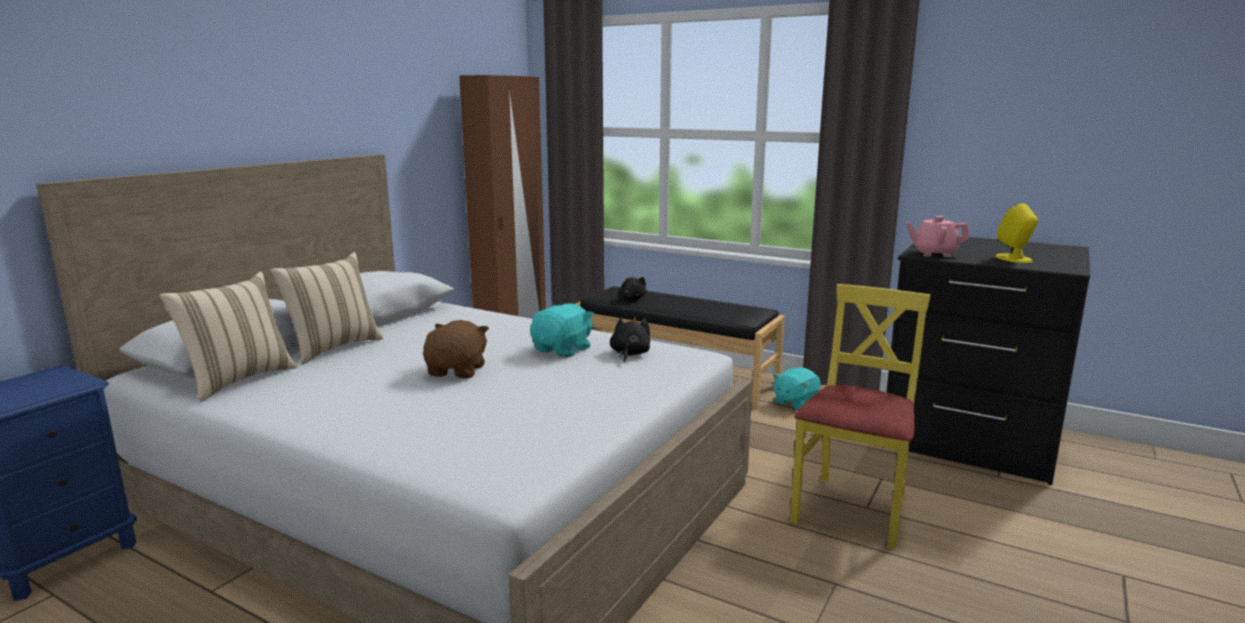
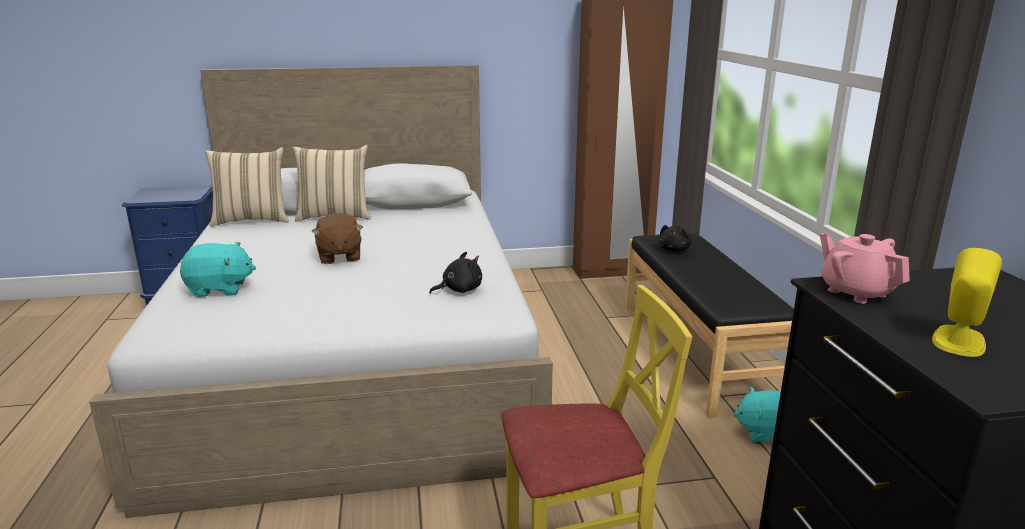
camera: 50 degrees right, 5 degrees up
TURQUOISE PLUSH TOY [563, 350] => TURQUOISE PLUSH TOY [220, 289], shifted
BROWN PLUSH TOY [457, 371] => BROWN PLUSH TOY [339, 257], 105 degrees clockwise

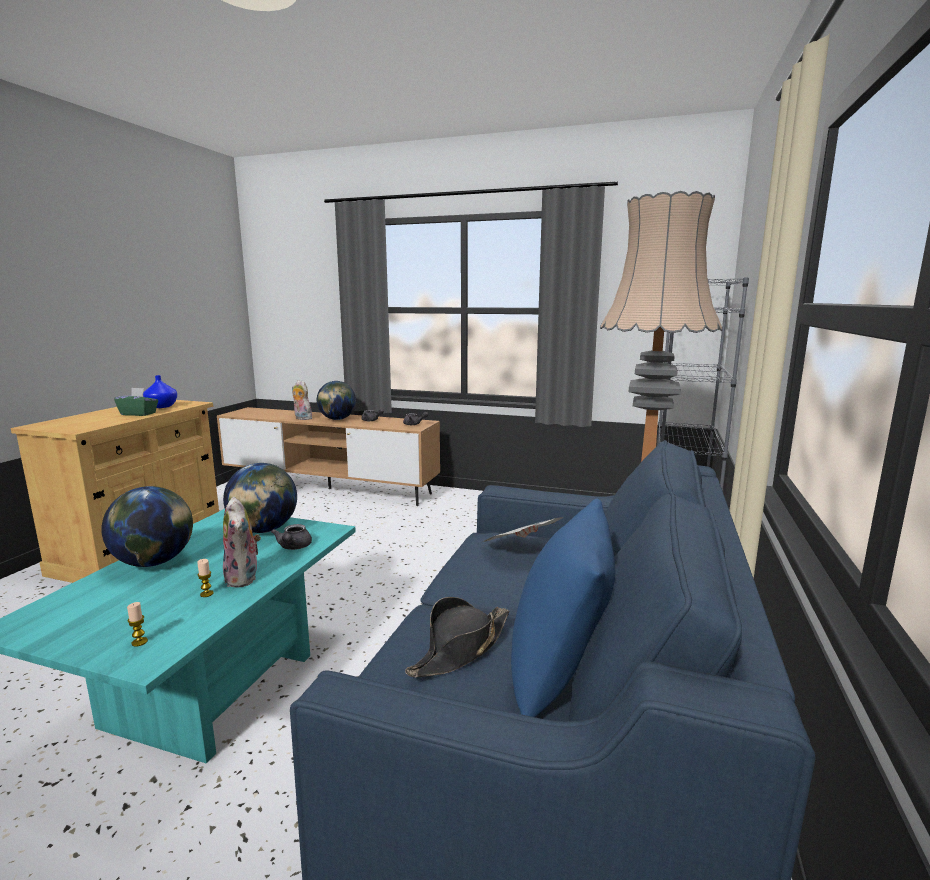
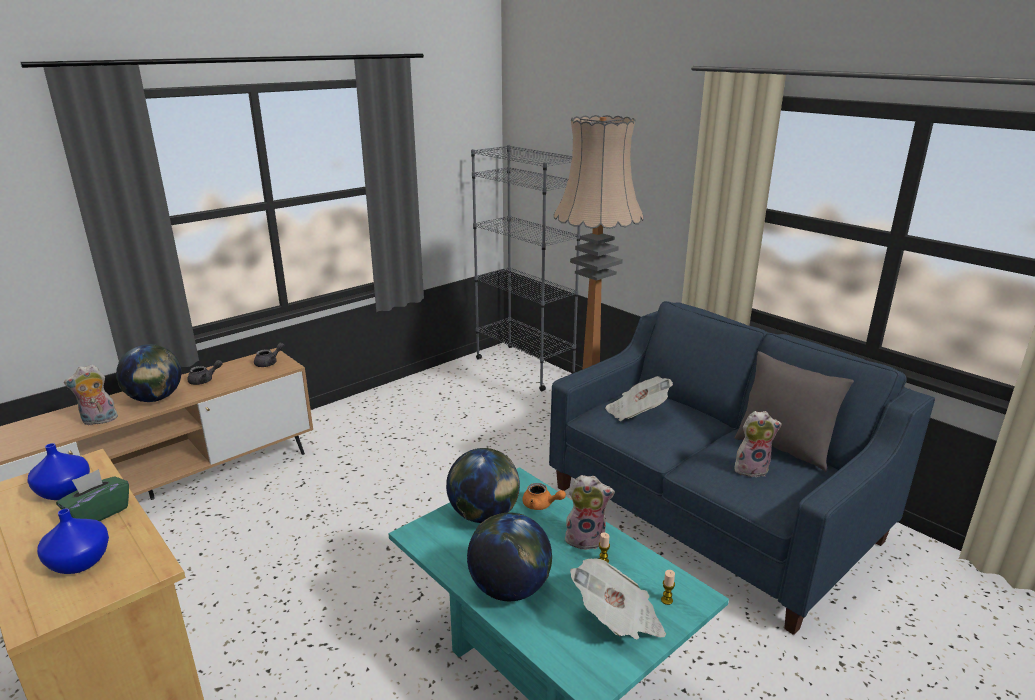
camera: 60 degrees left, 10 degrees up
BLUE PILLOW [559, 672] => GREY PILLOW [783, 448]
GREY TEAPOT [293, 547] => ORANGE TEAPOT [541, 505]
BLACK HAT [461, 649] => PLUSH TOY [751, 468]
nothing => BLUE VASE [80, 563]
nothing => NEWSPAPER [617, 619]

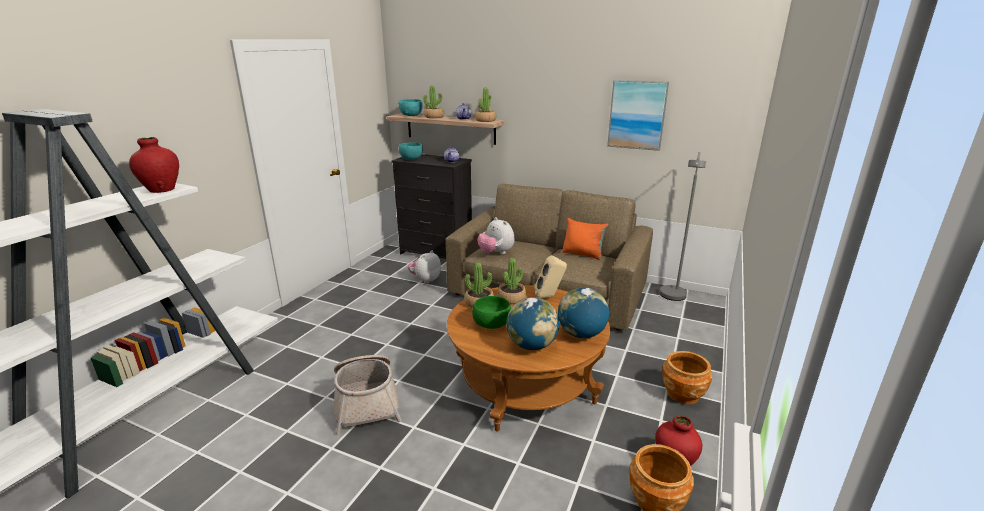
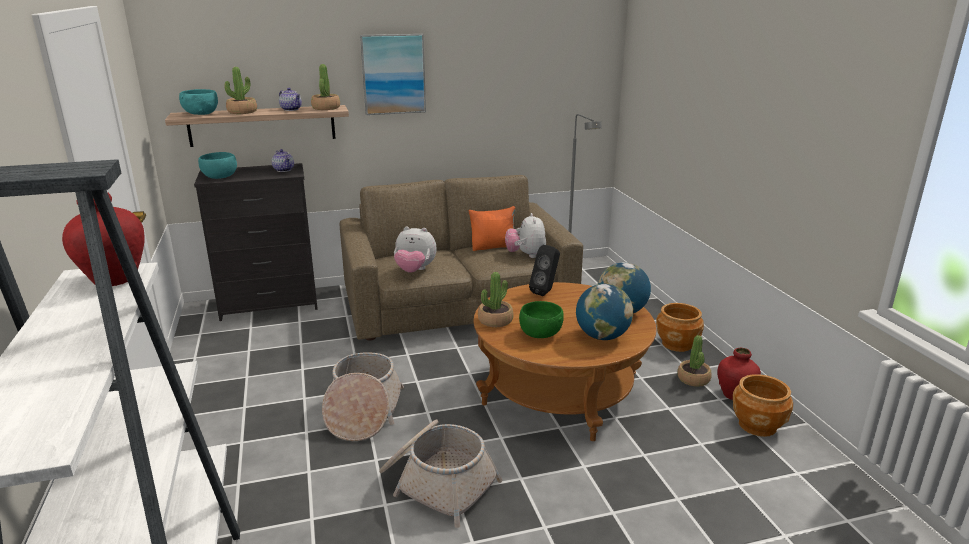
camera: 40 degrees left, 0 degrees up
PICTURE [637, 115] => PICTURE [393, 74], shifted
PLUSH TOY [425, 280] => PLUSH TOY [526, 255], shifted
BEIGE SPEAKER [549, 297] => BLACK SPEAKER [545, 292]
POTTED PLANT [511, 299] => POTTED PLANT [693, 379], shifted
nothing => BASKET [363, 412]

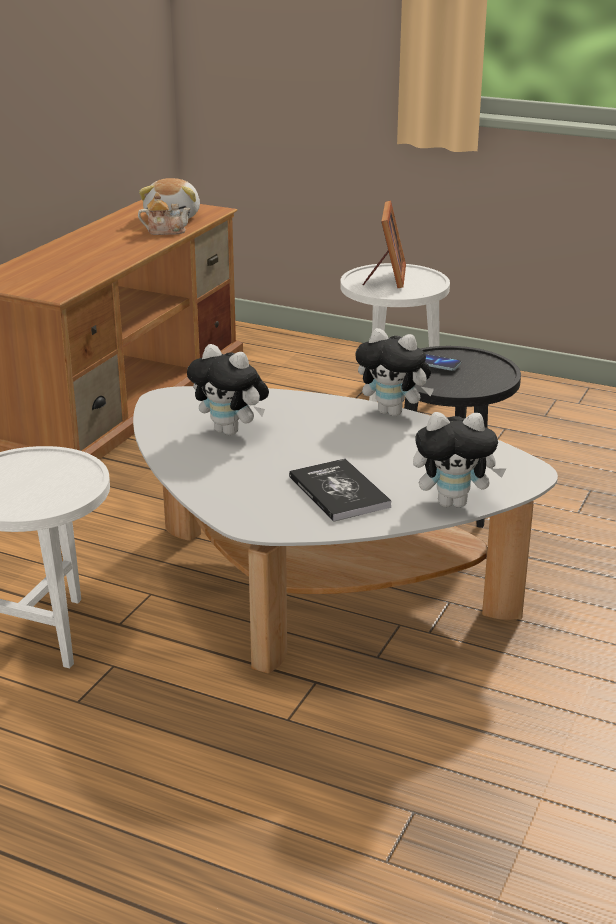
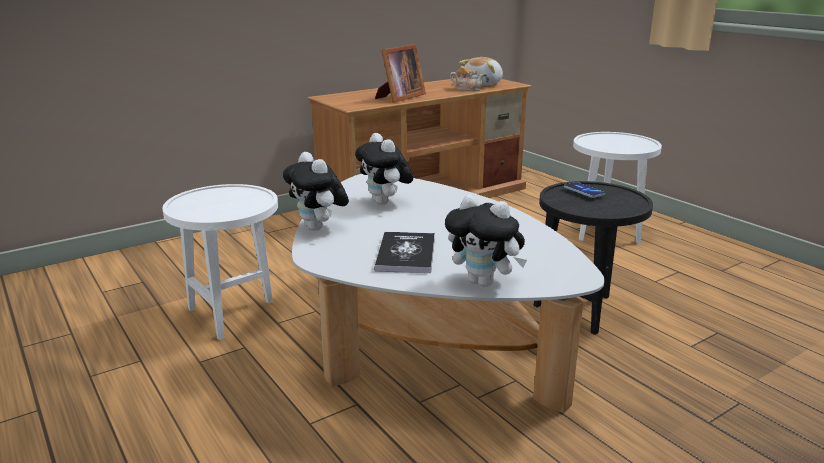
camera: 30 degrees right, 5 degrees down
PICTURE FRAME [386, 277] => PICTURE FRAME [399, 97], shifted
PLUSH TOY [393, 412] => PLUSH TOY [318, 228], shifted

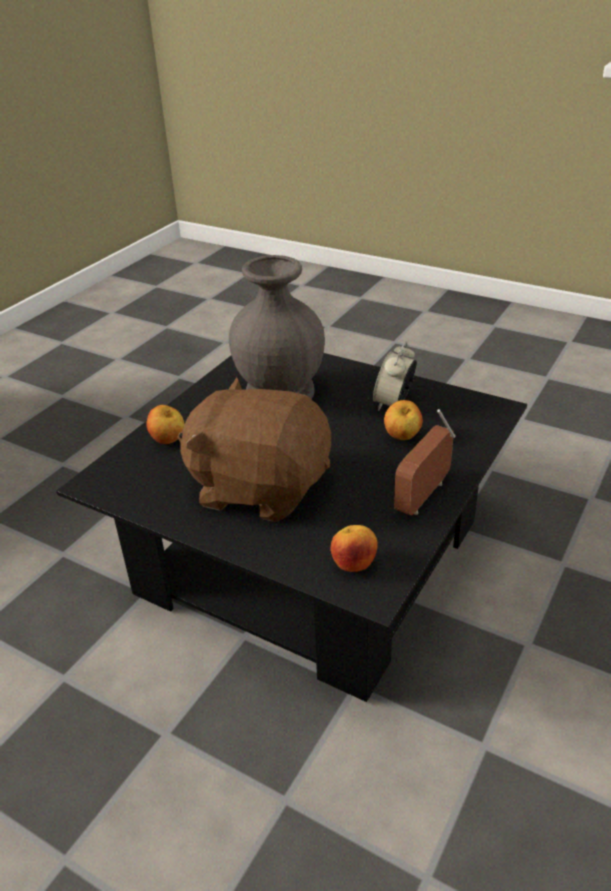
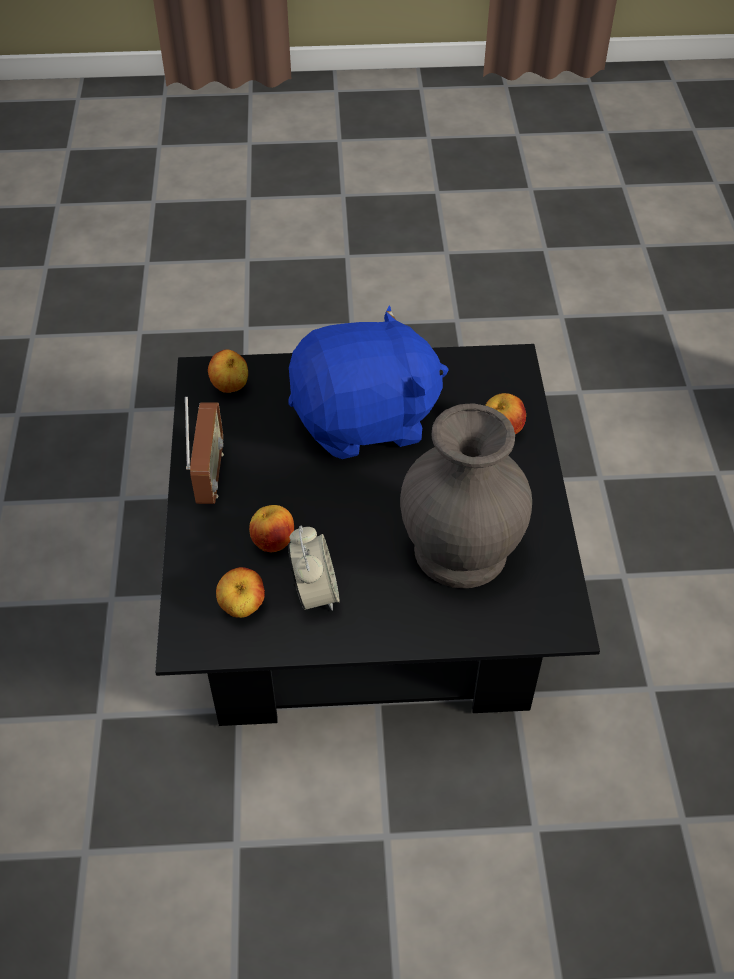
camera: 145 degrees right, 15 degrees up
BROWN PLUSH TOY [259, 487] => BLUE PLUSH TOY [365, 420]
nothing => APPLE [242, 607]

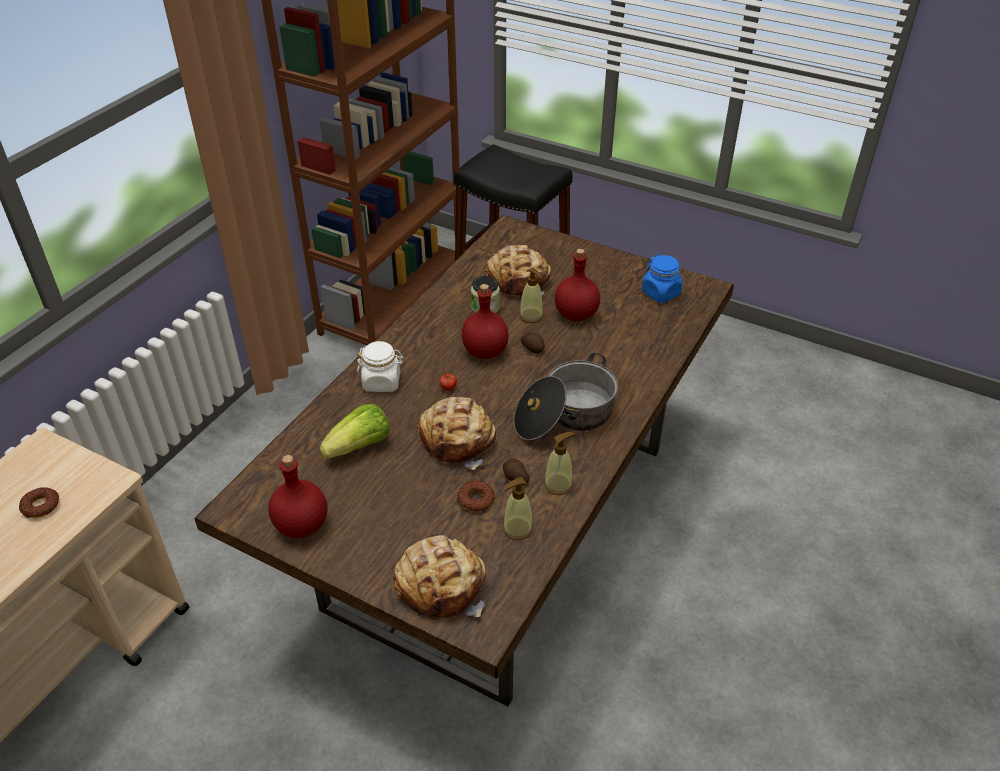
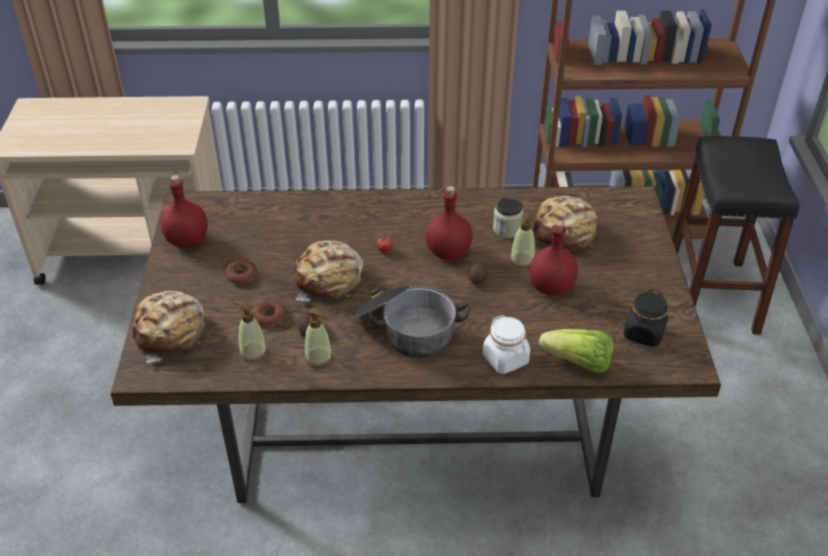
camera: 60 degrees right, 0 degrees up
BLUE JAR [661, 293] => BLACK JAR [644, 333]
WHITE JAR [382, 382] => WHITE JAR [505, 359], shifted
LETTUCE [360, 446] => LETTUCE [578, 363], shifted
DONUT [41, 506] => DONUT [241, 275], shifted

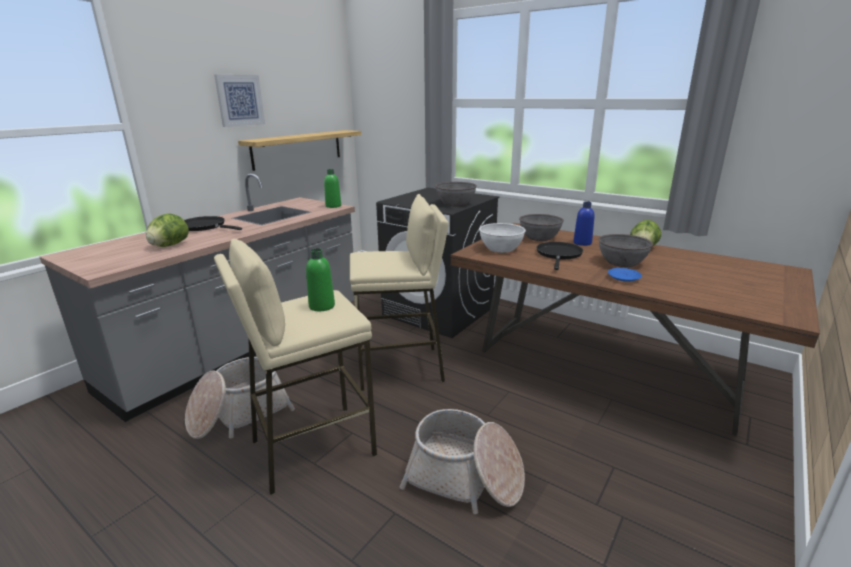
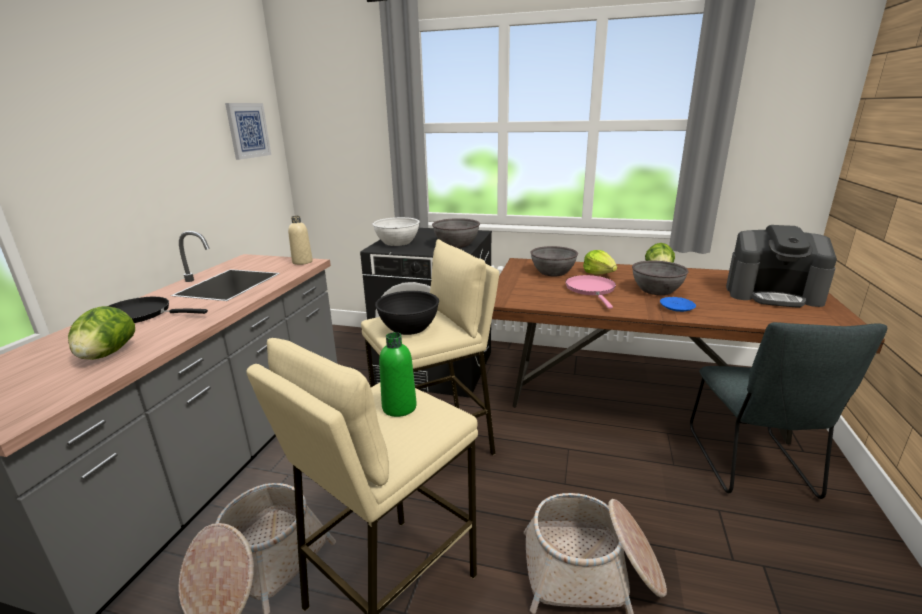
camera: 20 degrees left, 0 degrees up
PICTURE [239, 100] => PICTURE [248, 130], shifted
SHELF [298, 149] => nothing
GREEN BOTTLE [333, 206] => BEIGE BOTTLE [302, 262]
BLUE BOTTLE [582, 243] => LETTUCE [599, 273]
WHITE BOWL [501, 249] => WHITE BOWL [397, 243], shifted
BLACK FRYING PAN [558, 255] => PINK FRYING PAN [591, 290]
nothing => COFFEE MACHINE [773, 294]
nothing => BLACK BOWL [409, 328]
nothing => GREY CHAIR [752, 465]

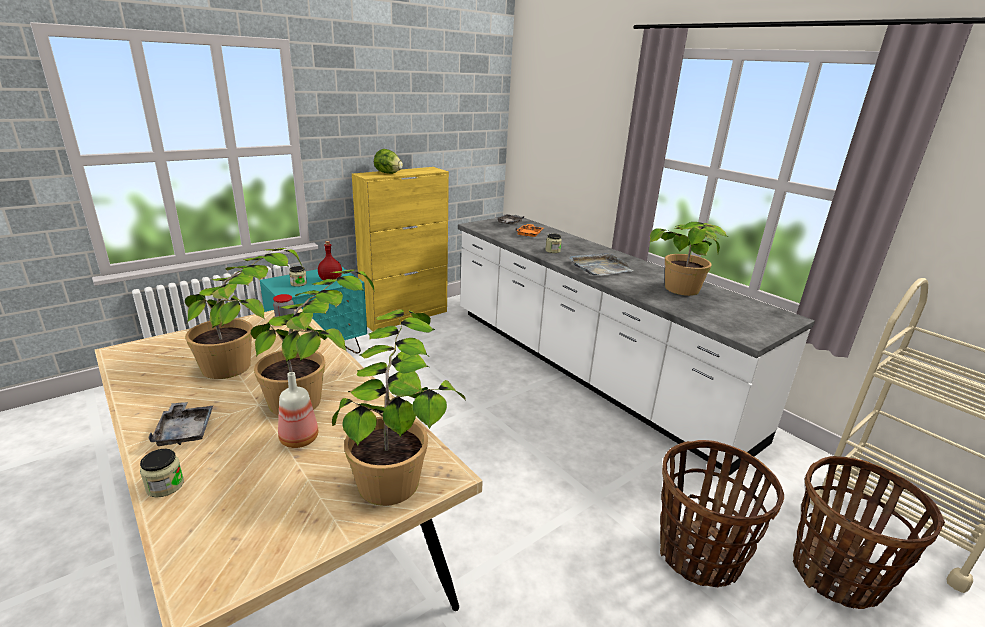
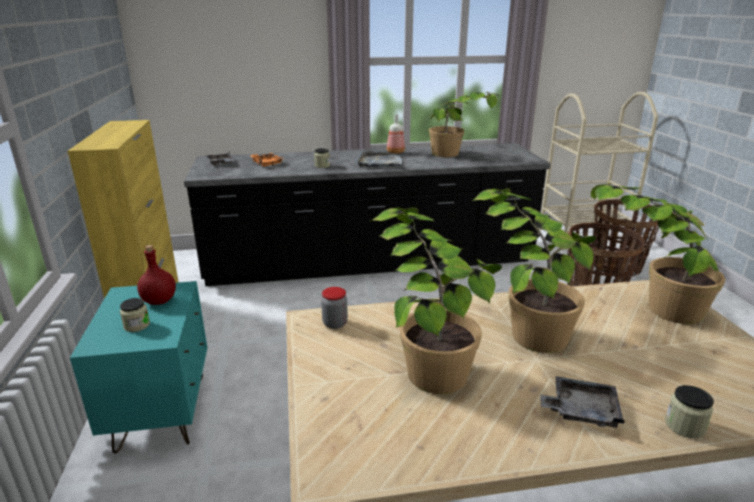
camera: 60 degrees left, 0 degrees up
LETTUCE [388, 173] => nothing
WHITE COUNTER [586, 369] => BLACK COUNTER [370, 262]
BOTTLE [298, 439] => BOTTLE [395, 152], shifted

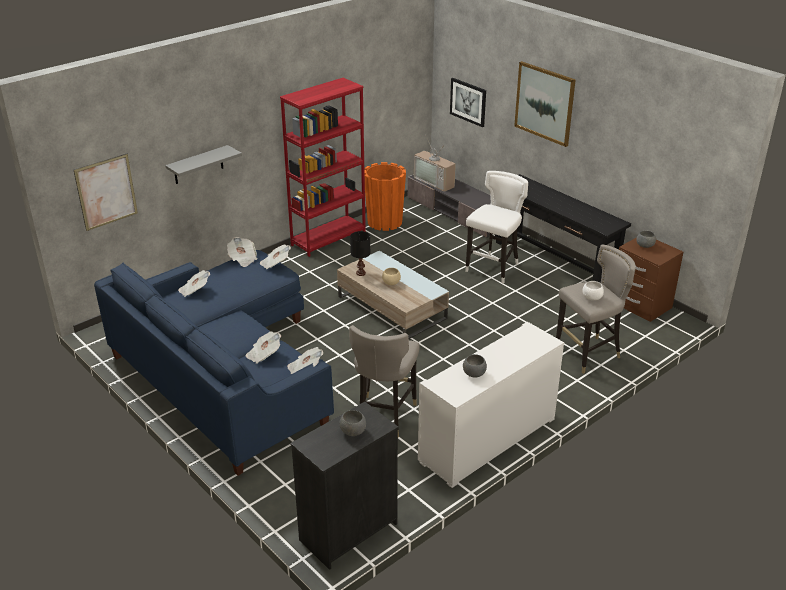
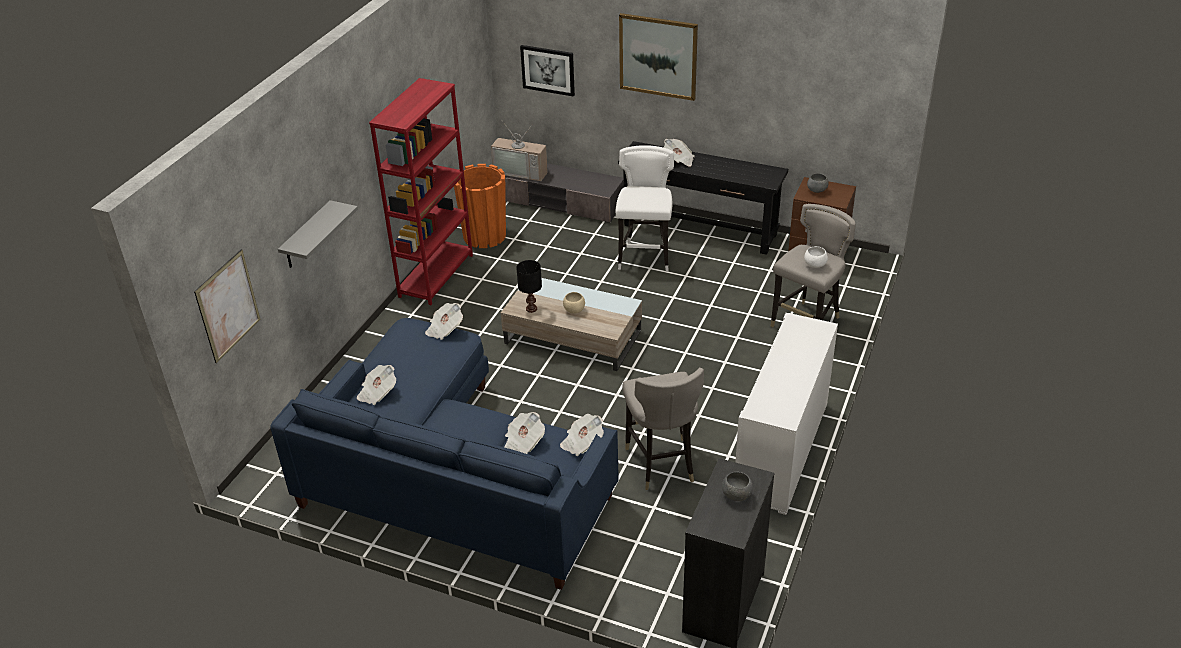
camera: 25 degrees left, 5 degrees up
NEWSPAPER [243, 259] => NEWSPAPER [679, 160], shifted
GREY BOWL [474, 374] => nothing

